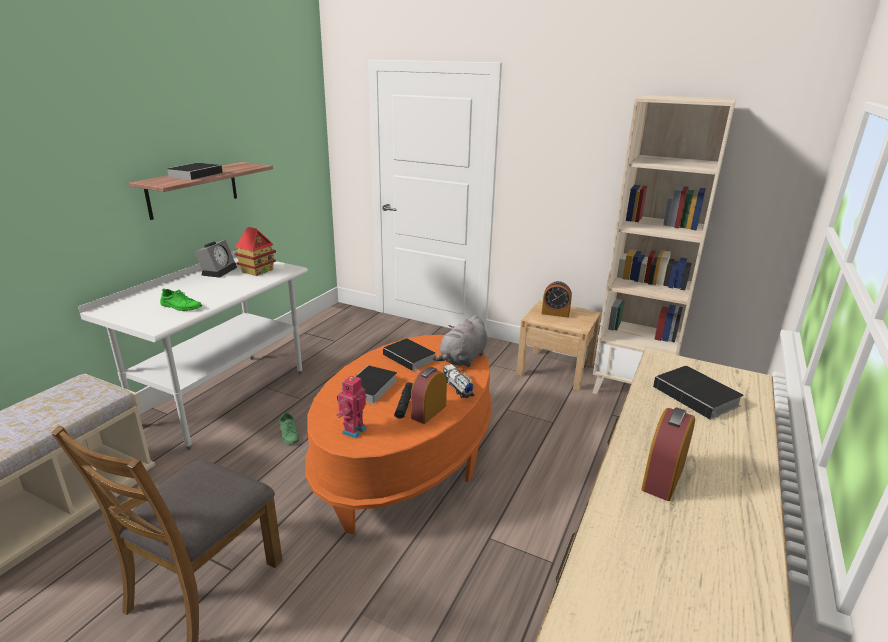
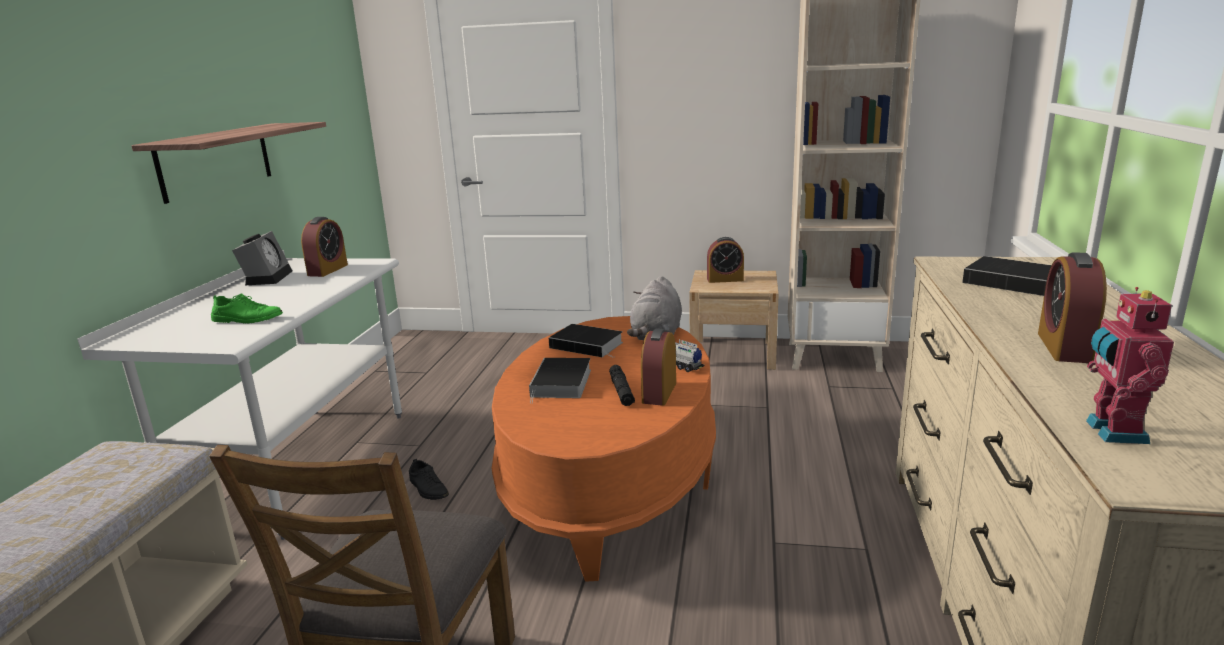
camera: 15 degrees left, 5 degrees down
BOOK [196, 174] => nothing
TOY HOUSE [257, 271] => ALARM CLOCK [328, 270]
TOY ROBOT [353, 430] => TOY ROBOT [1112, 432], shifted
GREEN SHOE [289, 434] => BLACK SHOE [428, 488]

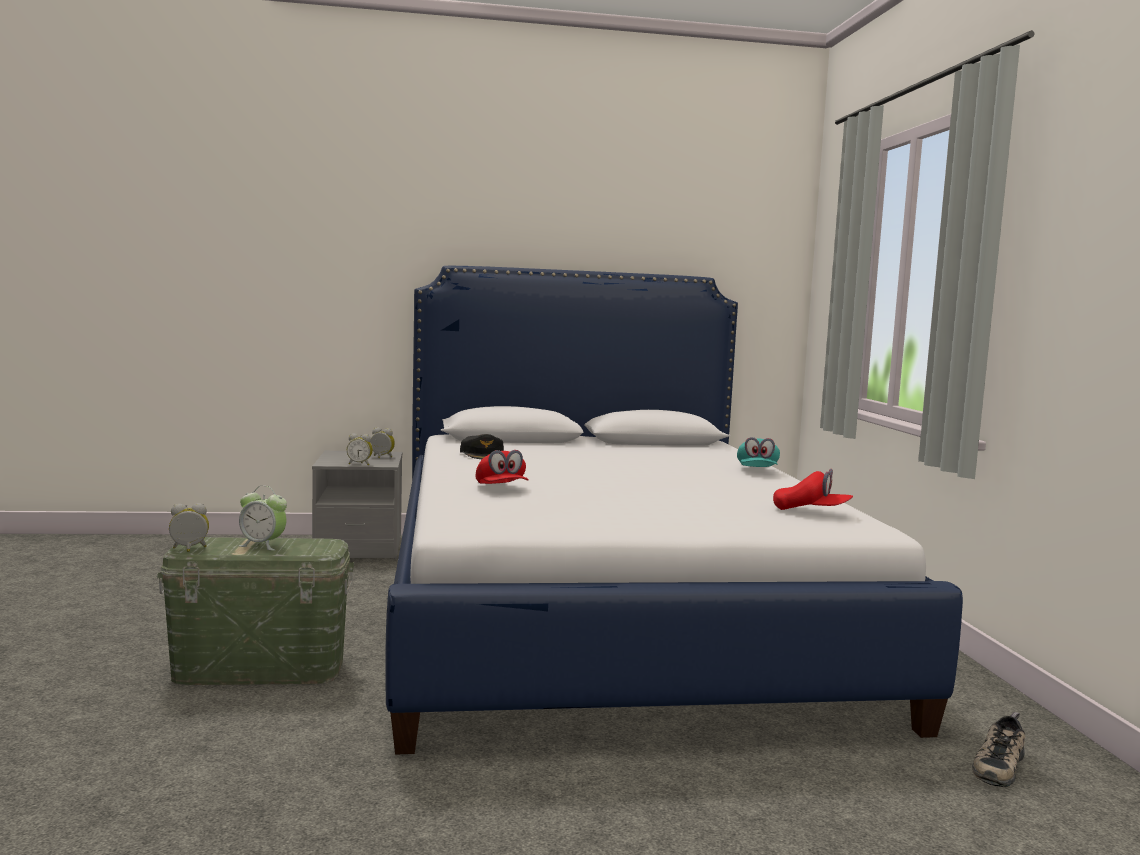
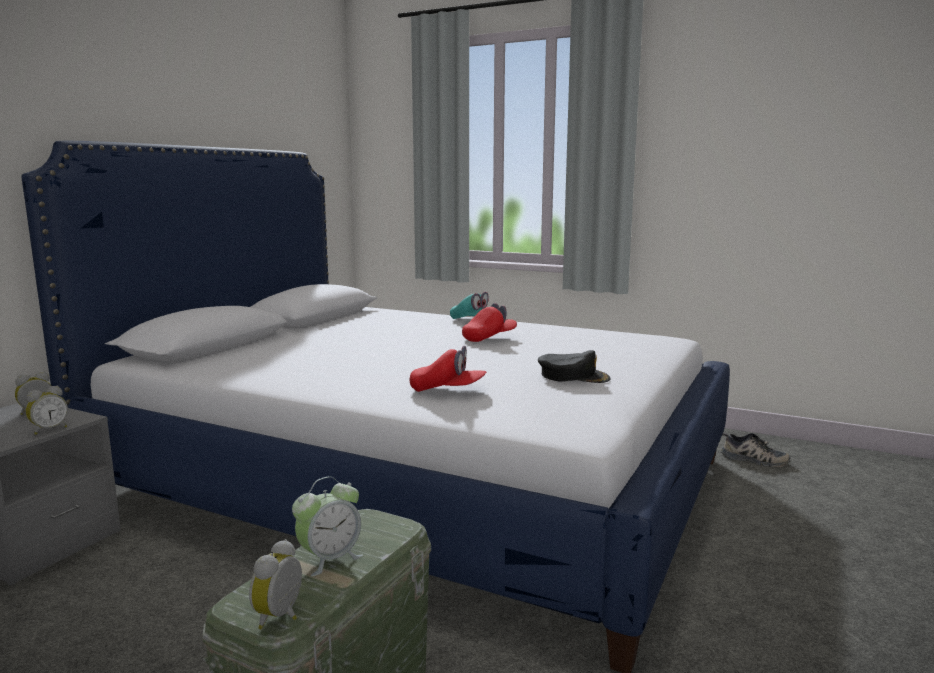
camera: 55 degrees left, 5 degrees up
BLACK CAP [483, 454] => BLACK CAP [573, 376], shifted
RED CAP [811, 512] => RED CAP [489, 338], shifted
SHOE [997, 764] => SHOE [753, 460], 45 degrees counterclockwise

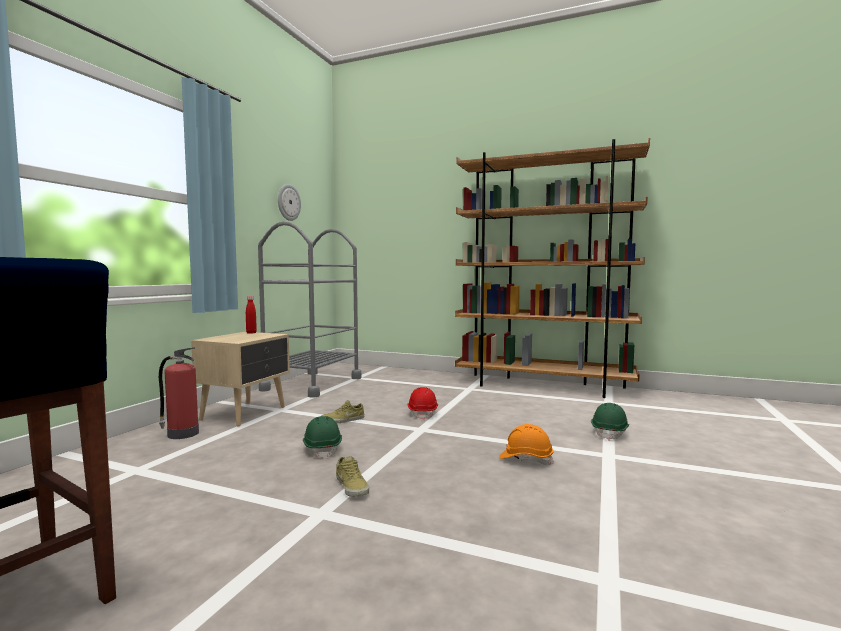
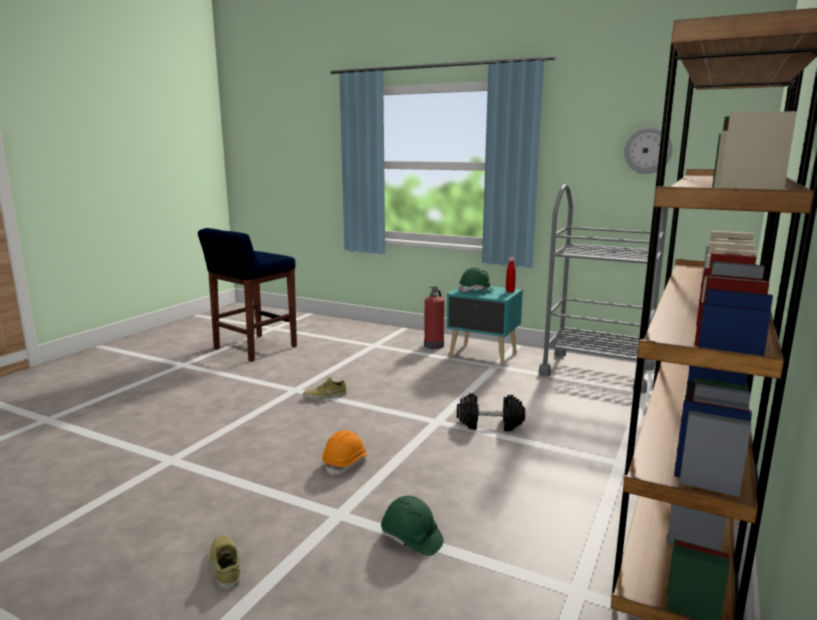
camera: 95 degrees right, 10 degrees up
BEIGE NIGHTSTAND [246, 413] => TURQUOISE NIGHTSTAND [483, 356]
RED HARD HAT [423, 413] => BLACK DUMBBELL [489, 424]
BEIGE SHOE [343, 420] => BEIGE SHOE [224, 566], shifted
GREEN HARD HAT [322, 449] => GREEN HARD HAT [476, 291], shifted

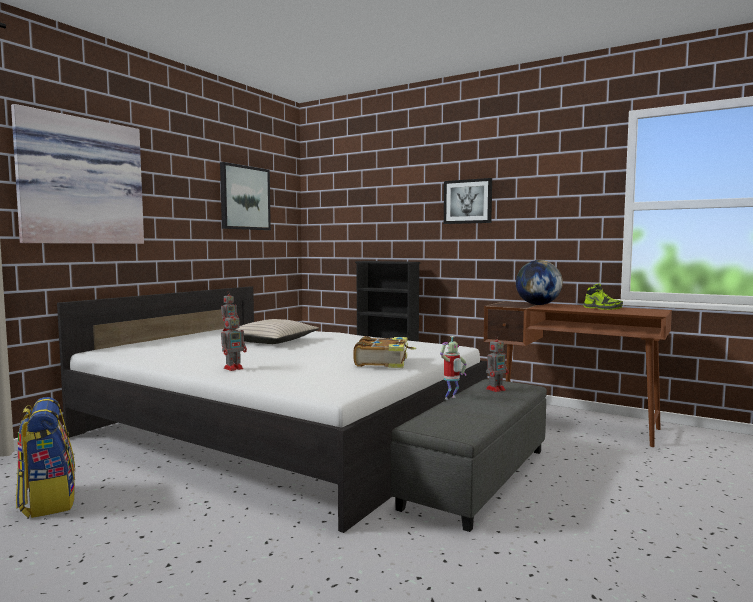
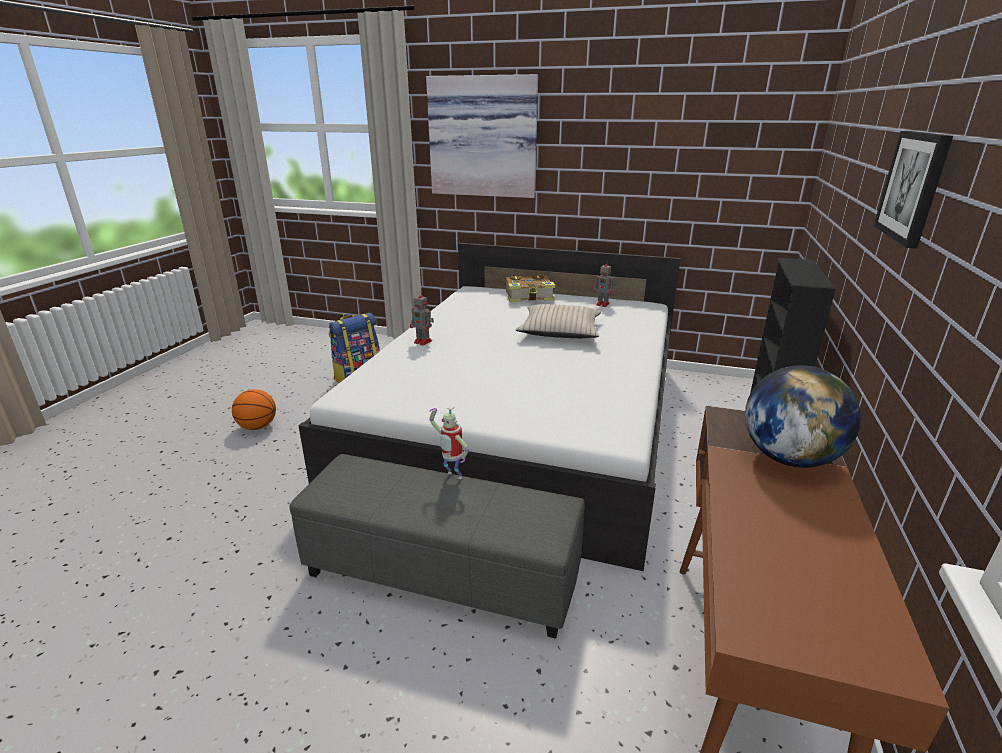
camera: 75 degrees right, 20 degrees up
PICTURE [244, 198] => nothing
SHOE [602, 308] => nothing
TOY ROBOT [496, 389] => nothing
BOOK [383, 362] => BOOK [529, 296], shifted
nothing => BASKETBALL [257, 427]

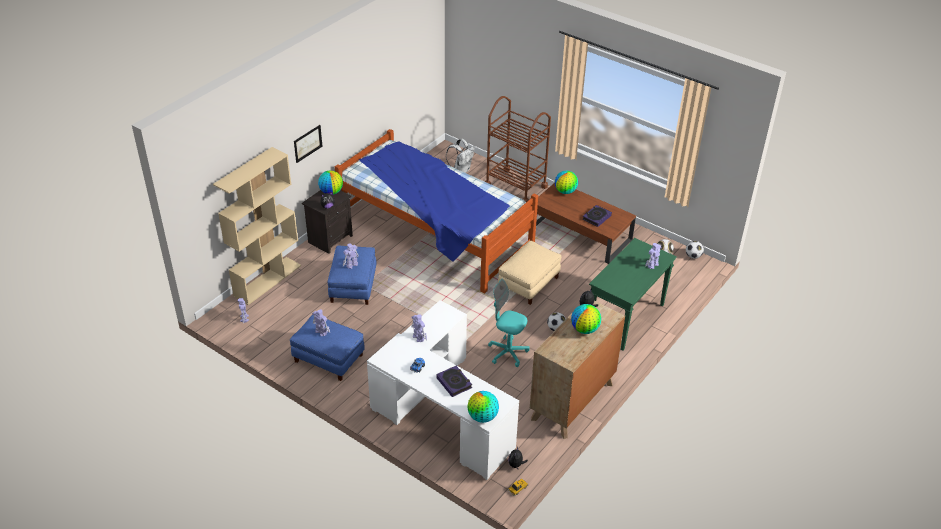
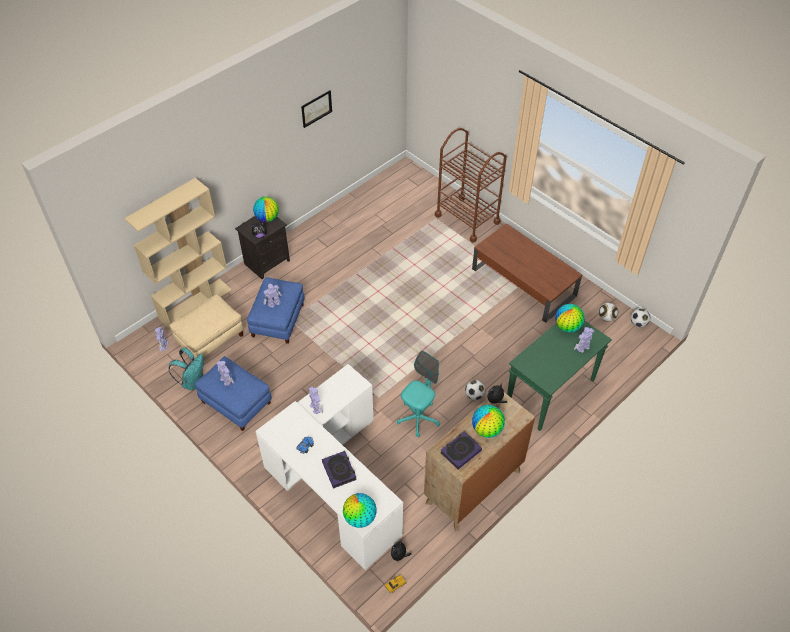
camera: 10 degrees right, 10 degrees up
PICTURE [307, 143] => PICTURE [316, 108], shifted
BED [434, 234] => nothing
WHITE BACKPACK [461, 170] => nothing
GLOBE [565, 191] => GLOBE [567, 327], shifted
BOOK [596, 217] => BOOK [460, 451], shifted
BEIGE OTTOMAN [528, 283] => BEIGE OTTOMAN [210, 338], shifted
TURQUOISE OFFICE CHAIR [507, 352] => TURQUOISE OFFICE CHAIR [418, 418], 90 degrees clockwise
nothing => TURQUOISE BACKPACK [192, 381]

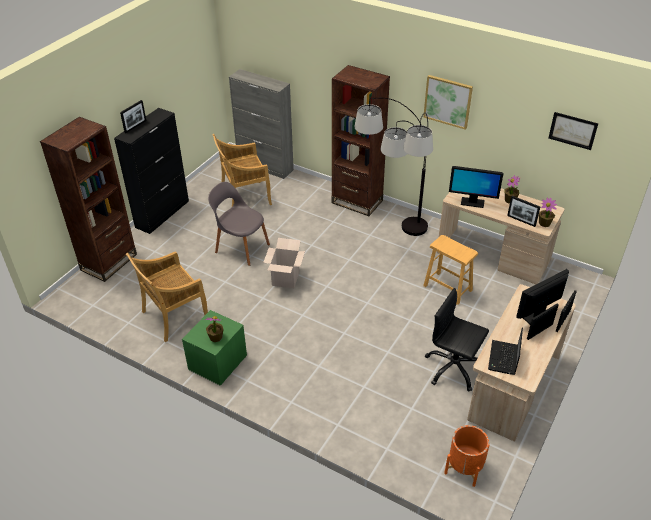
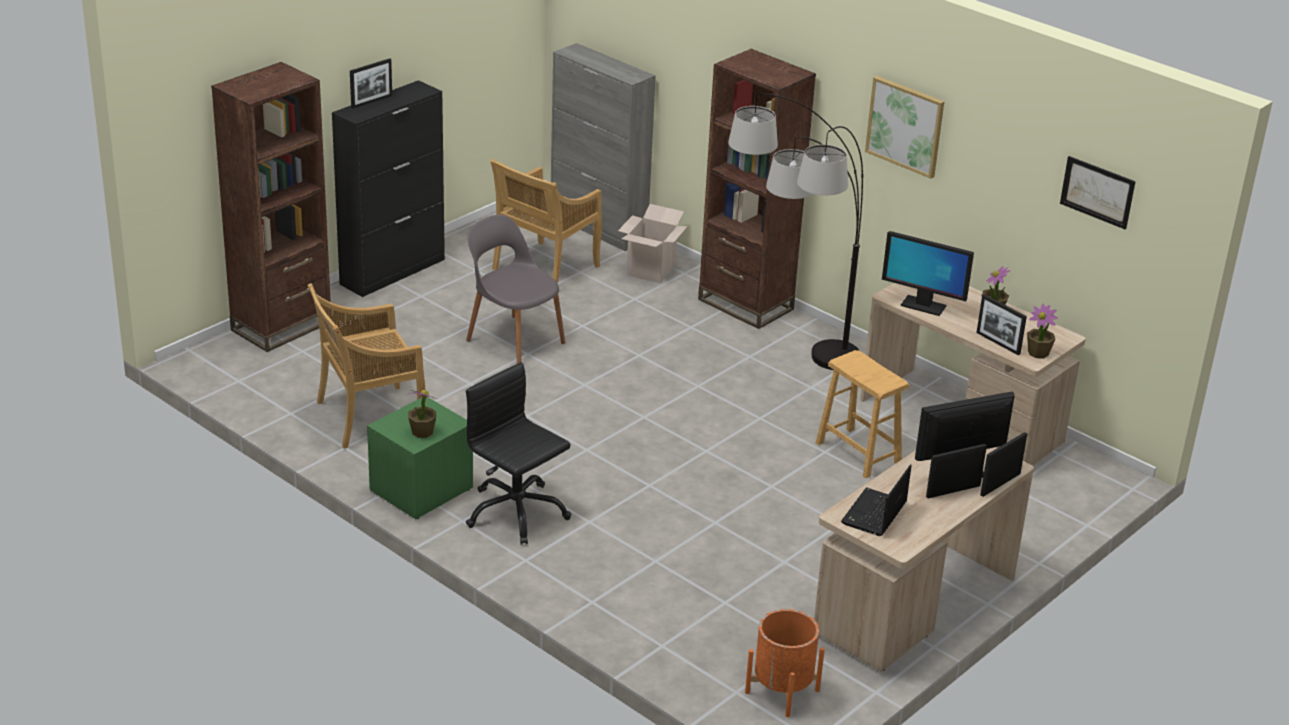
camera: 10 degrees right, 10 degrees down
BEIGE CHAIR [244, 197] => BEIGE CHAIR [545, 269], 45 degrees counterclockwise
CARDBOARD BOX [285, 279] => CARDBOARD BOX [650, 270], shifted
BLACK OFFICE CHAIR [453, 368] => BLACK OFFICE CHAIR [516, 513], shifted

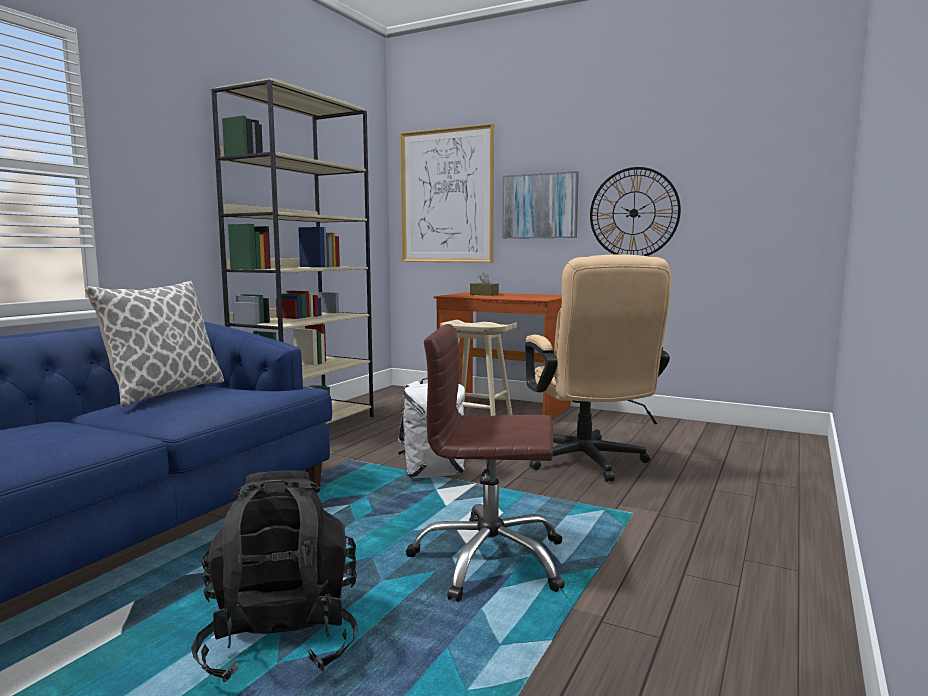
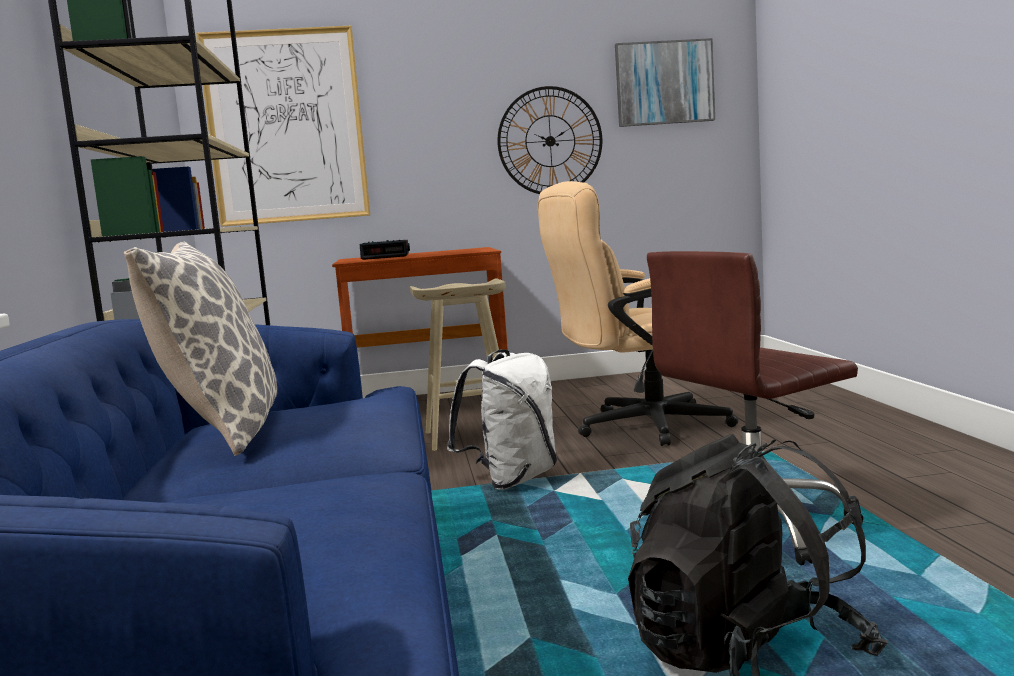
camera: 35 degrees left, 0 degrees up
PICTURE [540, 206] => PICTURE [664, 83], shifted
BEIGE OFFICE CHAIR [588, 463] => BEIGE OFFICE CHAIR [639, 427], 120 degrees clockwise
BROWN TISSUE BOX [484, 294] => ALARM CLOCK [386, 257]

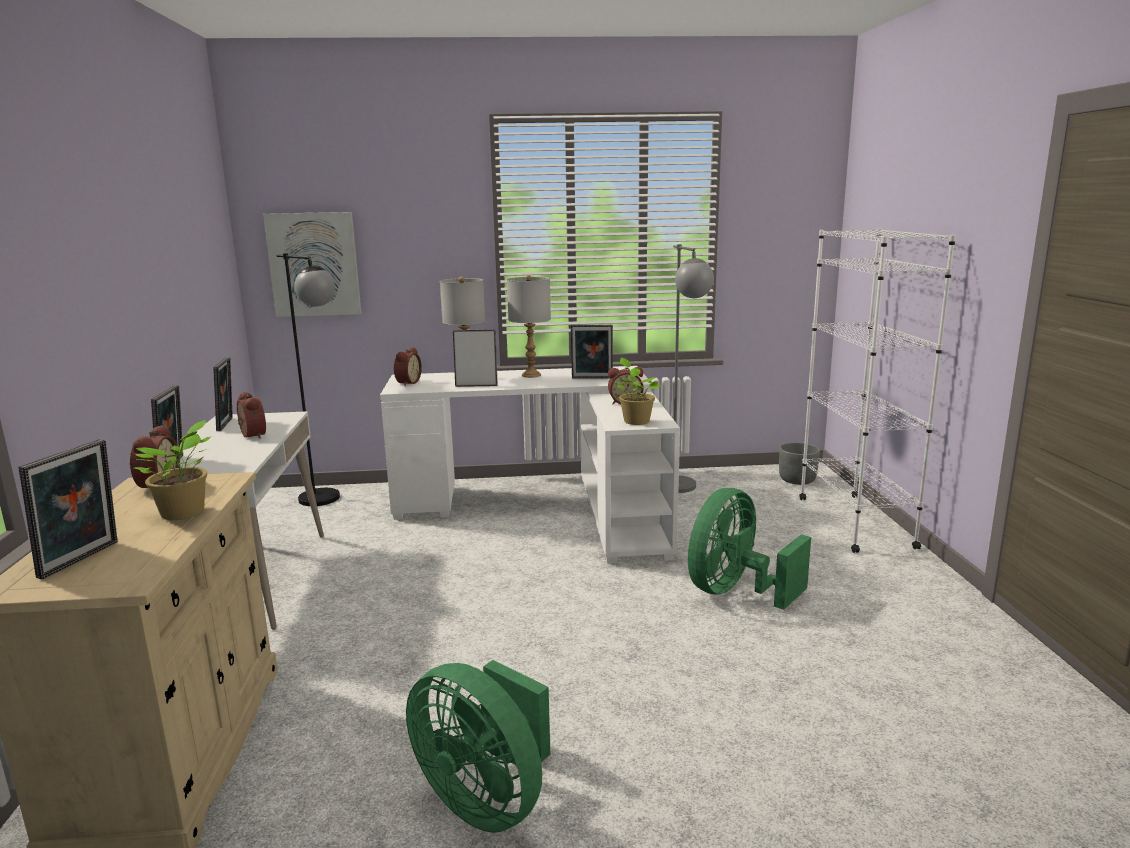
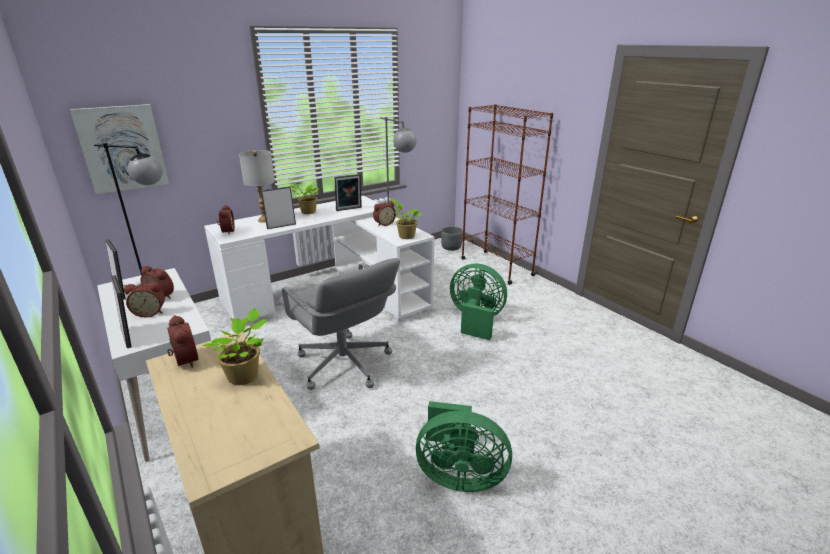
camera: 30 degrees left, 10 degrees up
WHITE BOOKCASE [854, 521] => BROWN BOOKCASE [496, 267]
GREY TABLE LAMP [531, 375] => POTTED PLANT [307, 212]
PICTURE FRAME [83, 560] => nothing
GREEN FAN [735, 592] => GREEN FAN [475, 321], 105 degrees clockwise
nothing => GREY OFFICE CHAIR [344, 365]
nothing => ALARM CLOCK [150, 312]

